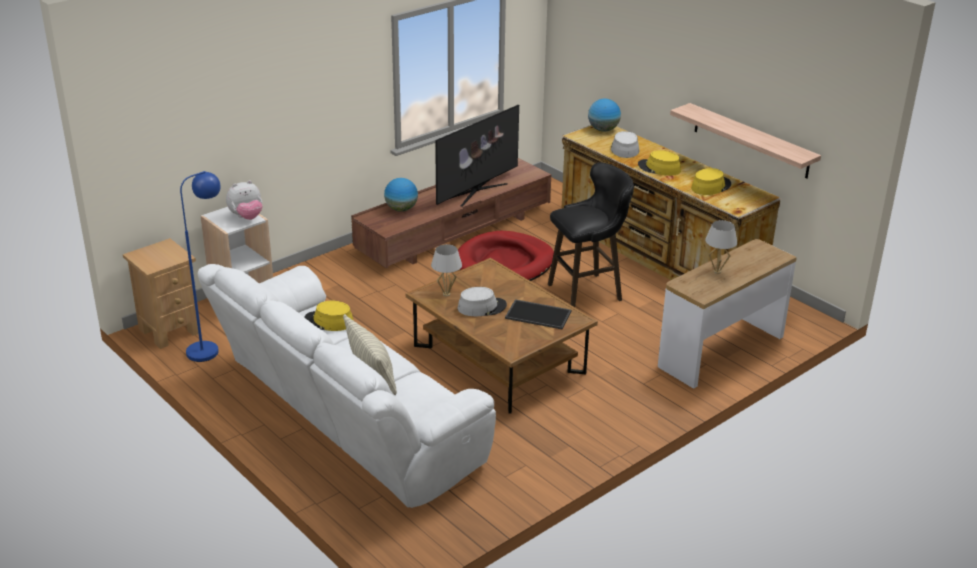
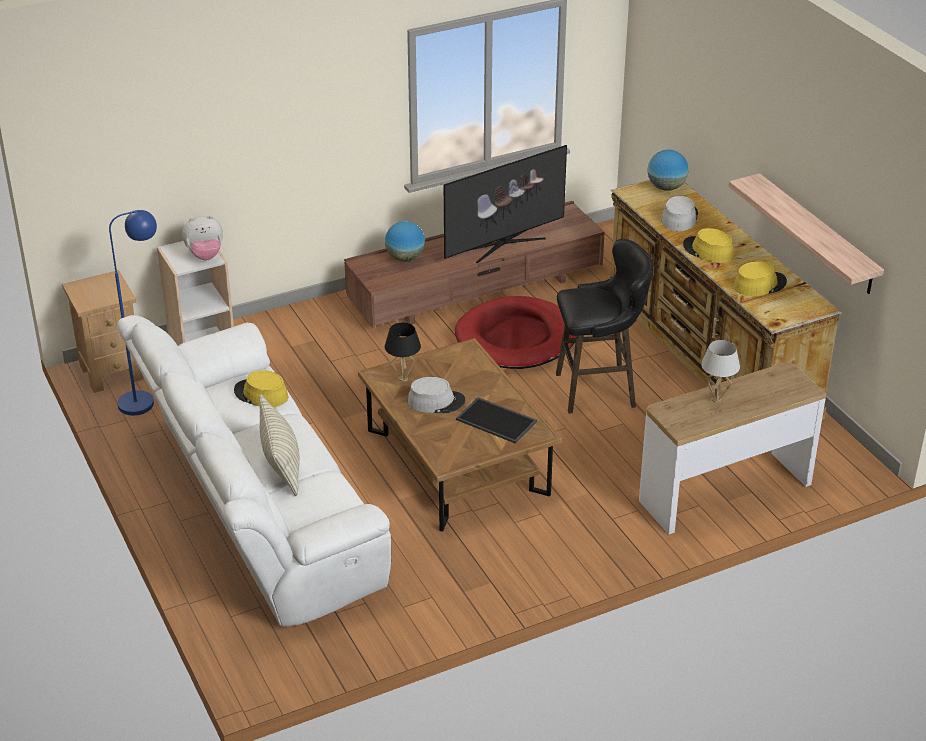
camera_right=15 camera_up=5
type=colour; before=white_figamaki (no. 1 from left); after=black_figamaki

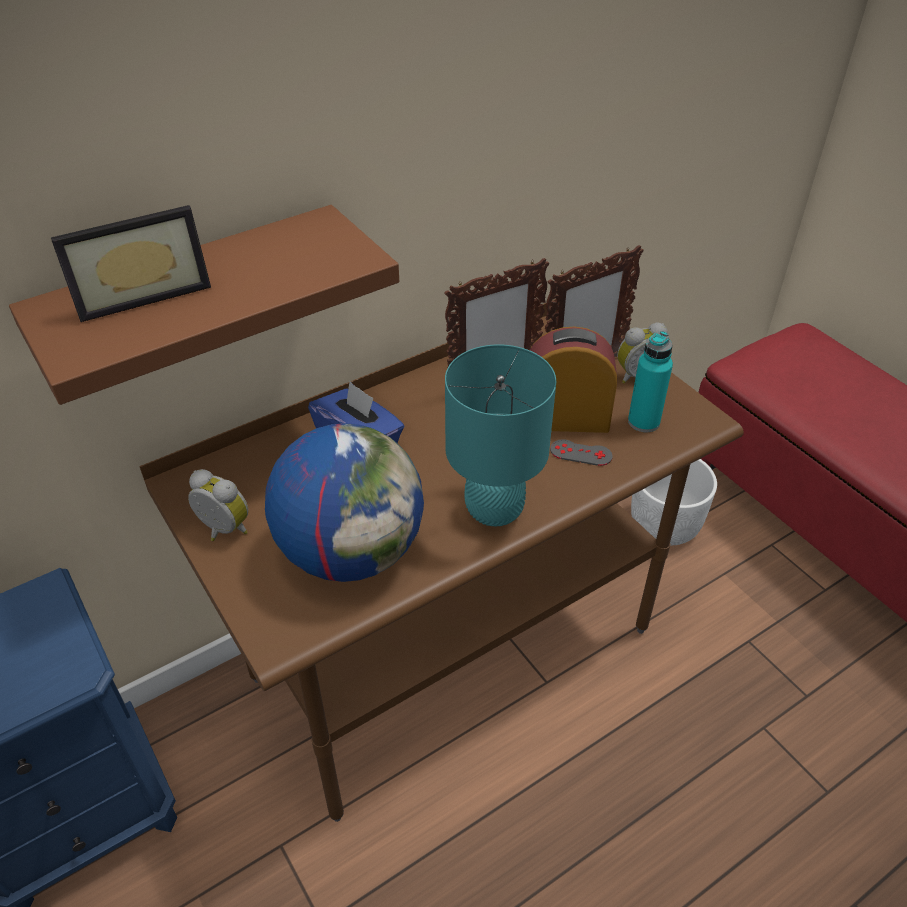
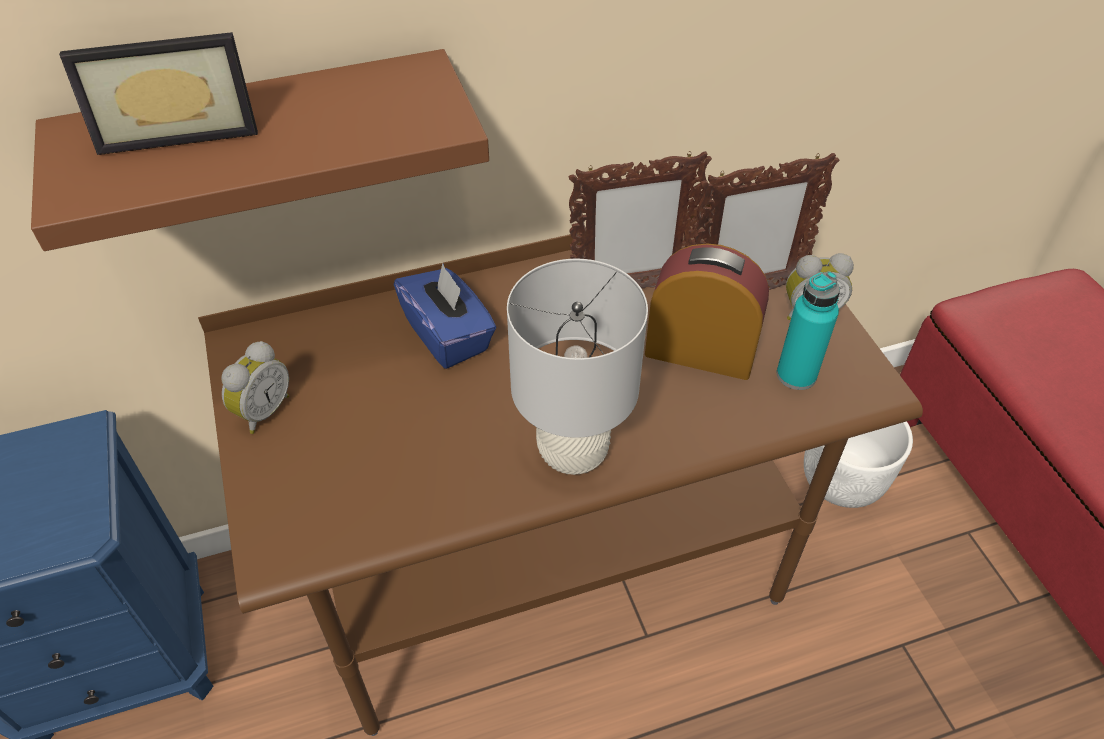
camera_right=15 camera_up=5
type=missing; before=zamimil
type=missing; before=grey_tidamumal
type=colour; before=turquoise_figamaki; after=grey_figamaki
type=spun; before=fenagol (no. 1 from left); turn=75

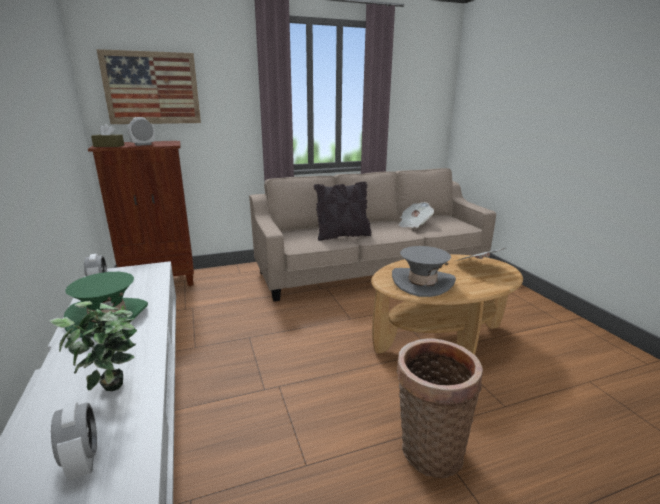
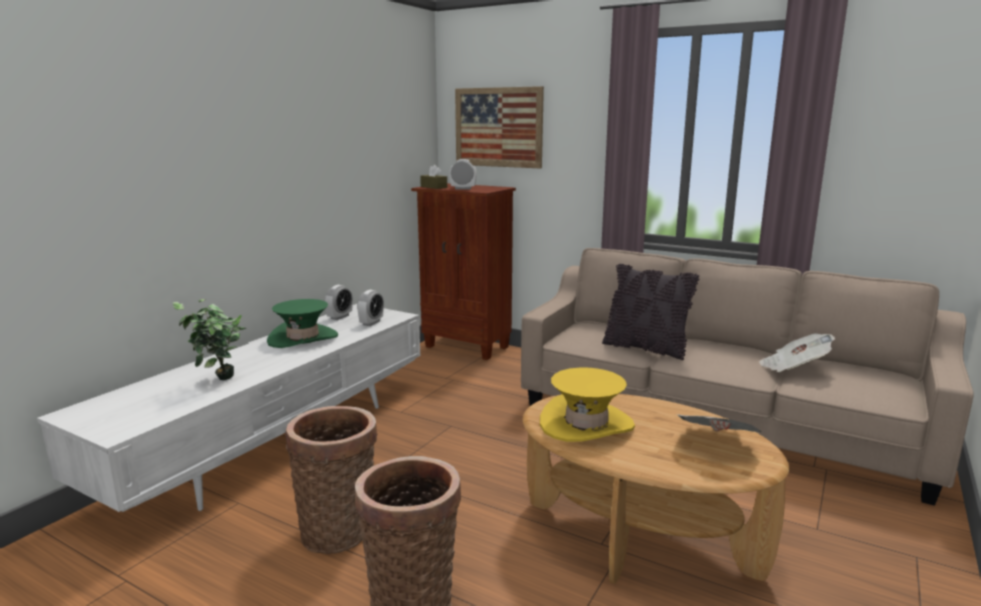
camera_right=50 camera_up=-5
type=appeared; after=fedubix (no. 1 from left)
type=relocated; before=fenagol (no. 1 from left in the first image); after=fenagol (no. 2 from left)
type=colour; before=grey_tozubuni; after=yellow_tozubuni

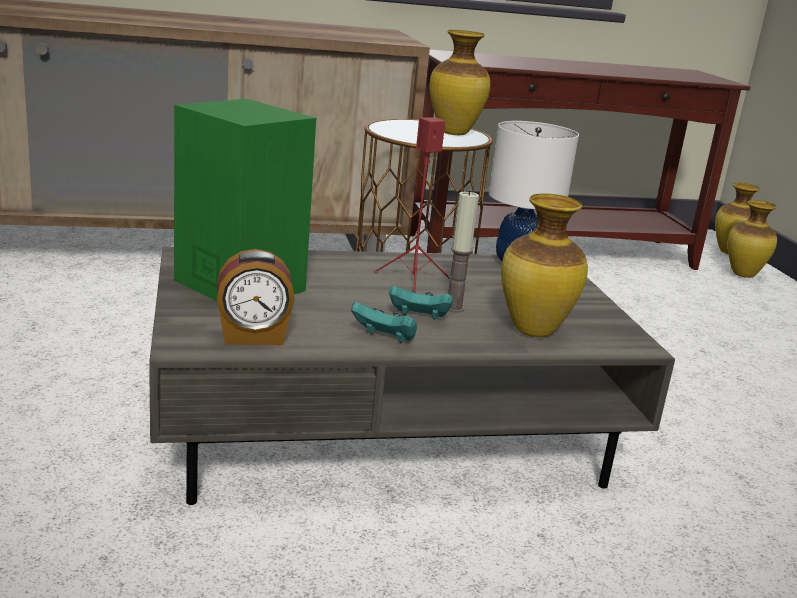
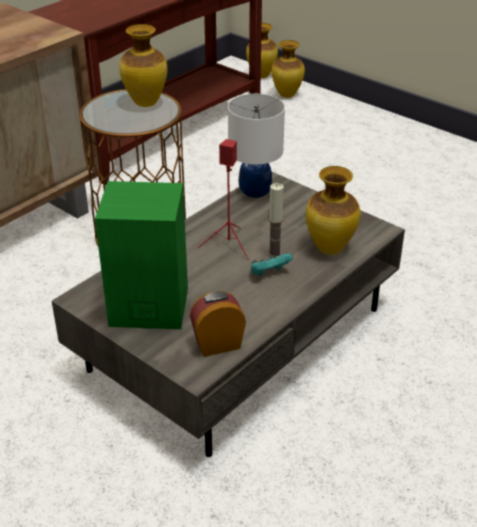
camera_right=-35 camera_up=15
type=missing; before=turquoise_tidamumal (no. 1 from left)
type=spun; before=fenagol; turn=-150

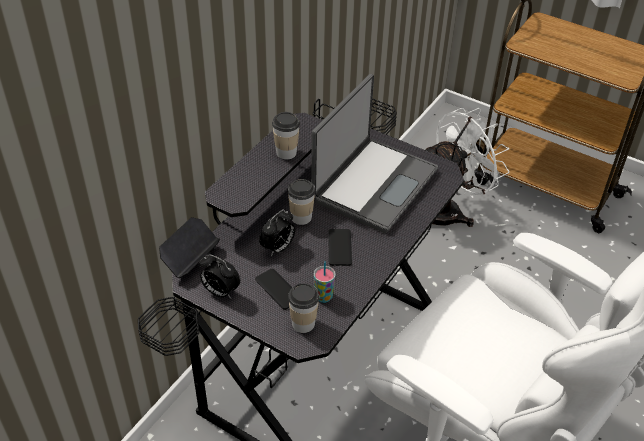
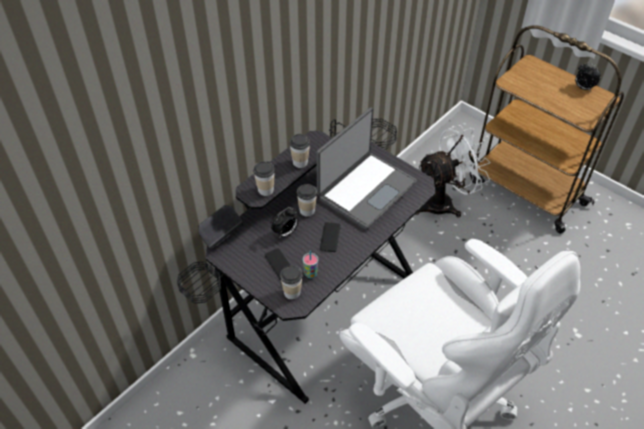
camera_right=10 camera_up=5
type=appeared; after=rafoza (no. 1 from left)
type=relocated; before=fenagol (no. 1 from left in the first image); after=fenagol (no. 2 from left)

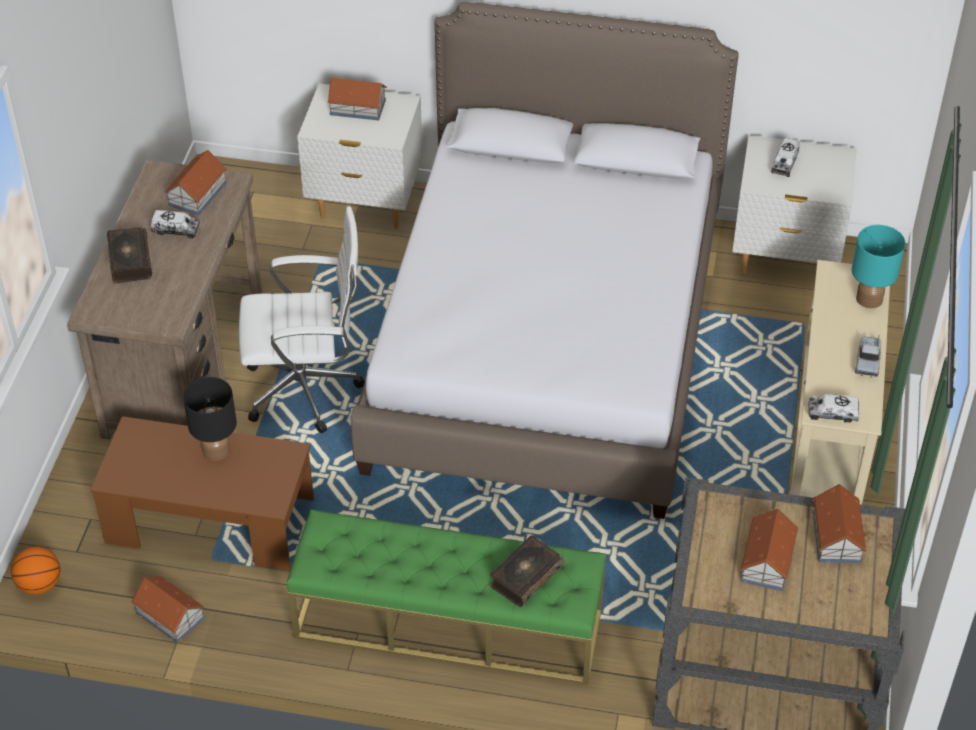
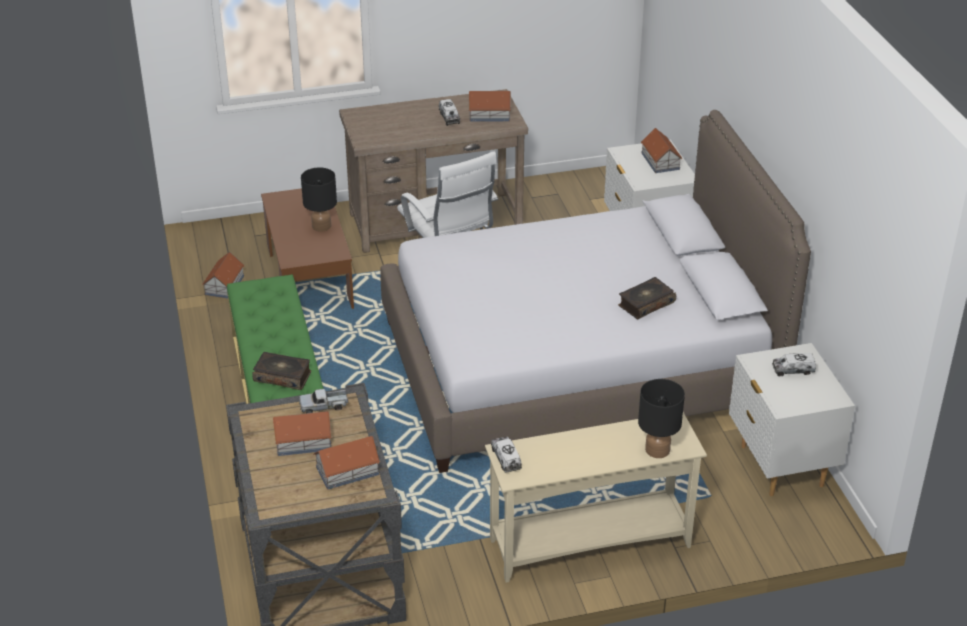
camera_right=65 camera_up=-10
type=missing; before=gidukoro
type=relocated; before=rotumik (no. 1 from left in the first image); after=rotumik (no. 2 from left)
type=relocated; before=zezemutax (no. 4 from left in the first image); after=zezemutax (no. 1 from left)
type=colour; before=turquoise_figamaki; after=black_figamaki (no. 2 from left)

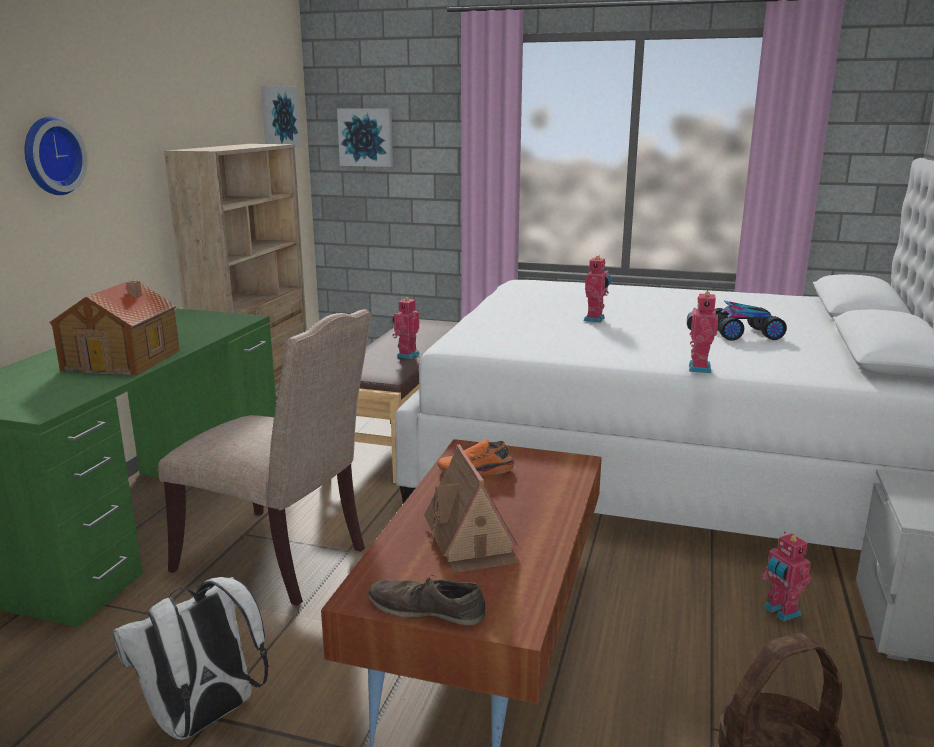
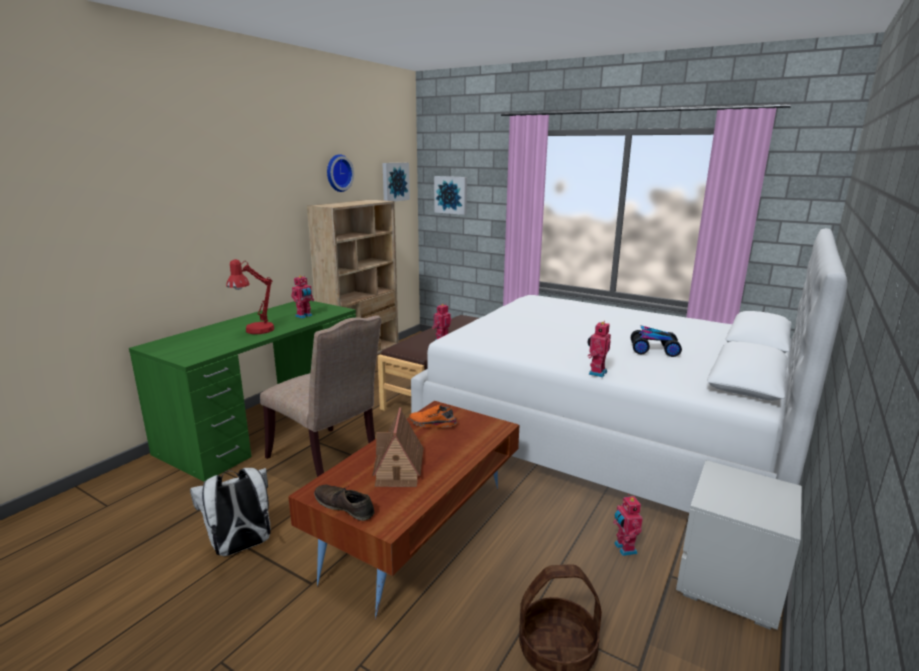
camera_right=15 camera_up=0
type=relocated; before=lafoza
type=relocated; before=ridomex (no. 2 from left in the first image); after=ridomex (no. 1 from left)
type=exchanged; before=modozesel (no. 1 from left); after=red_figamaki

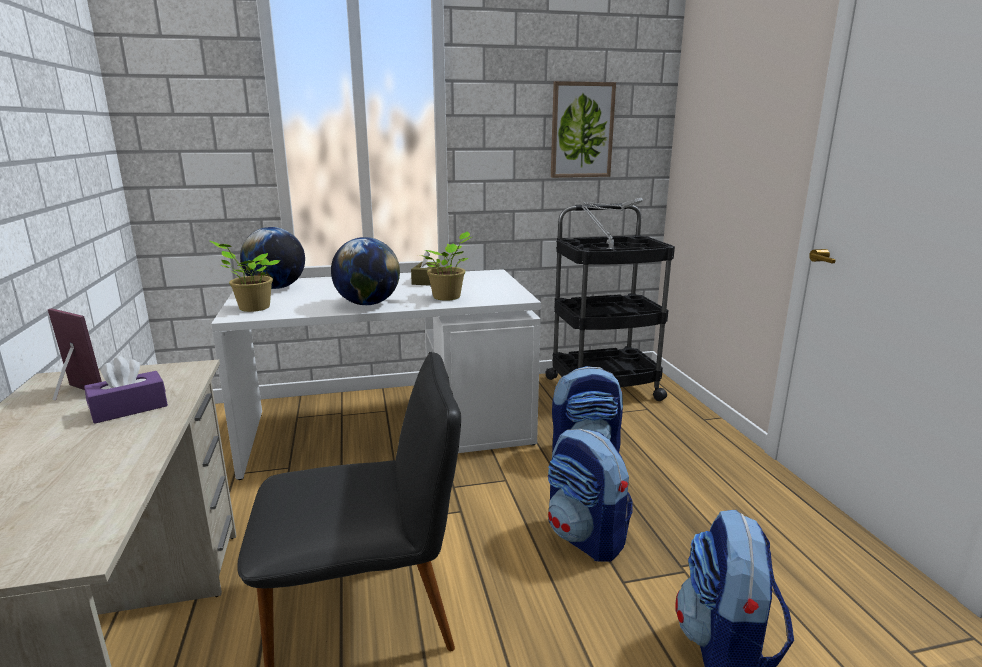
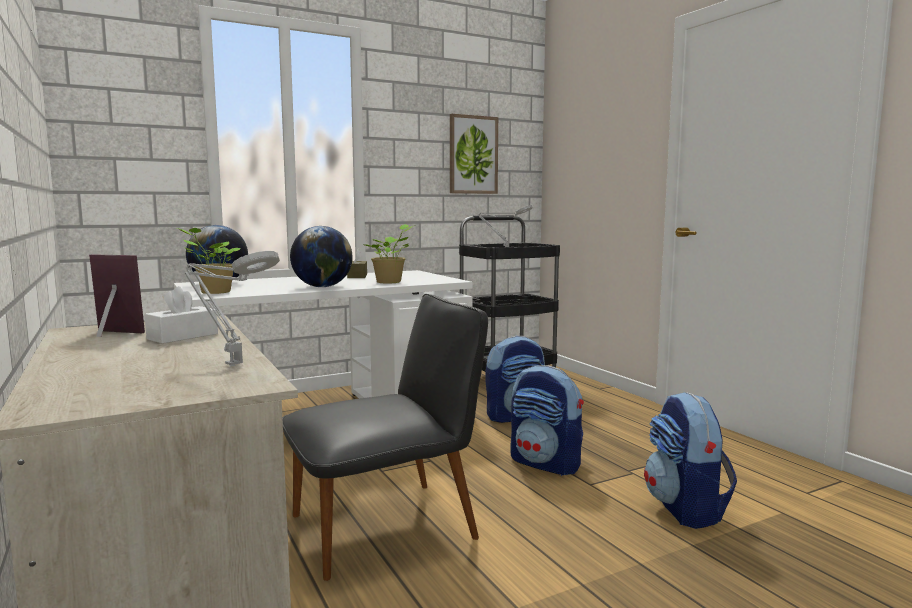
camera_right=-15 camera_up=-10
type=appeared; after=grey_figamaki (no. 1 from left)
type=colour; before=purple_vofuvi; after=white_vofuvi

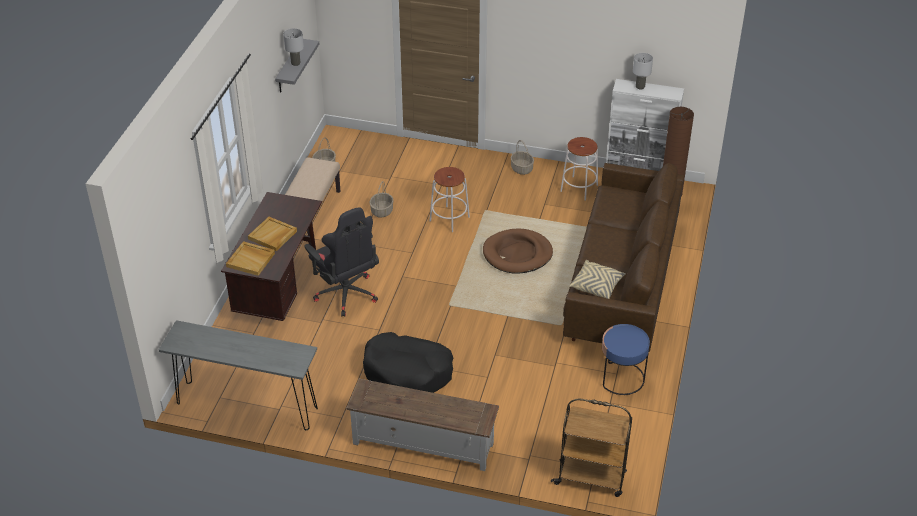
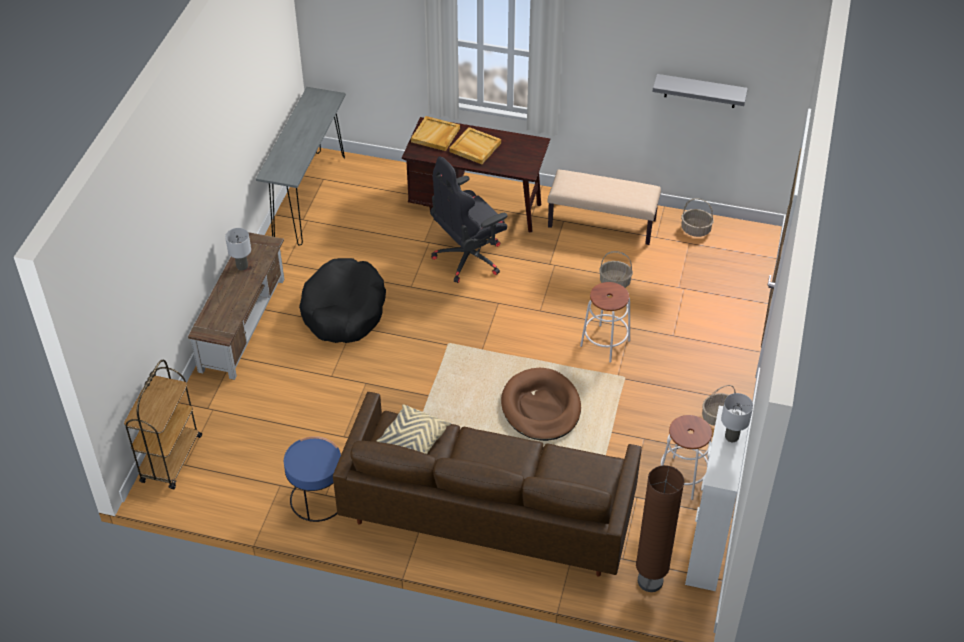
camera_right=90 camera_up=5
type=relocated; before=white_figamaki (no. 1 from left)

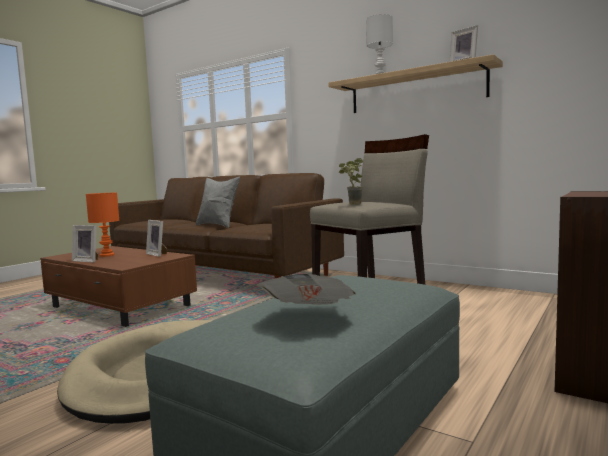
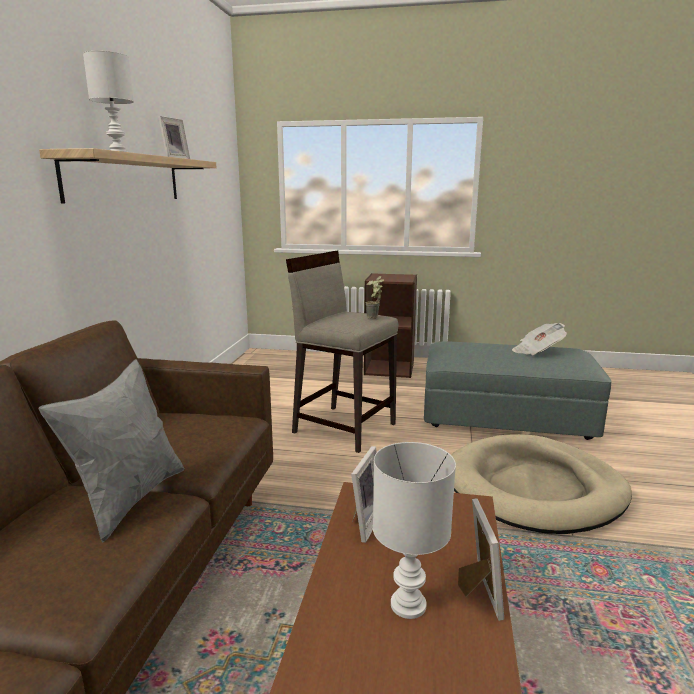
camera_right=-115 camera_up=10
type=colour; before=orange_figamaki; after=white_figamaki (no. 2 from left)

